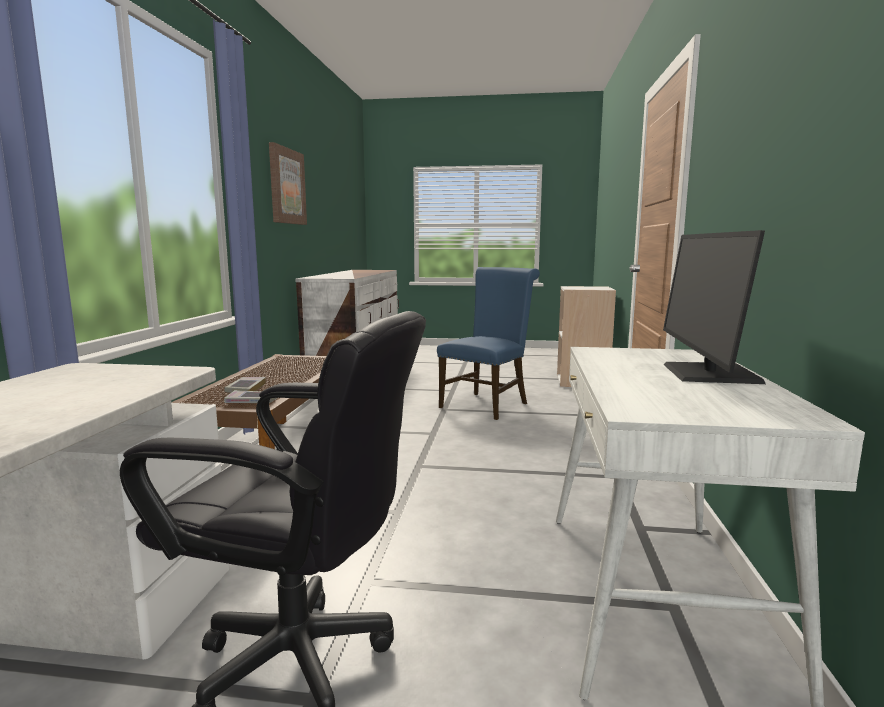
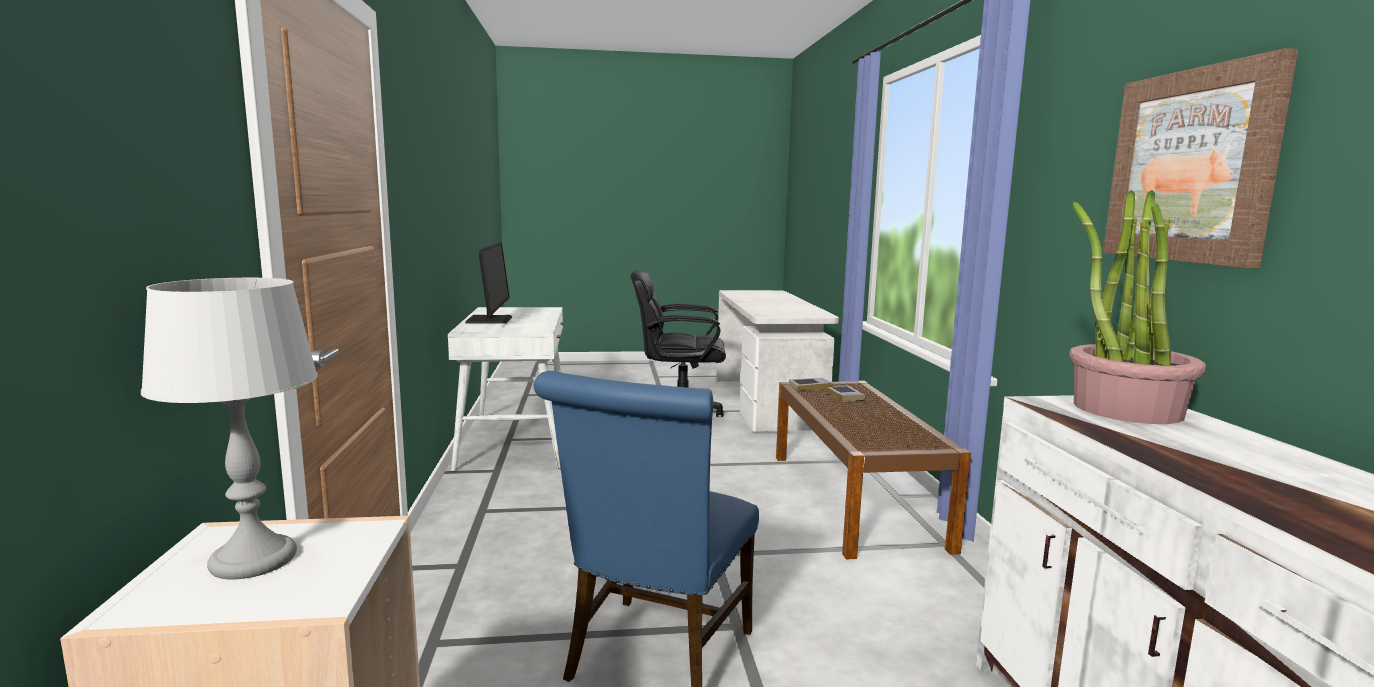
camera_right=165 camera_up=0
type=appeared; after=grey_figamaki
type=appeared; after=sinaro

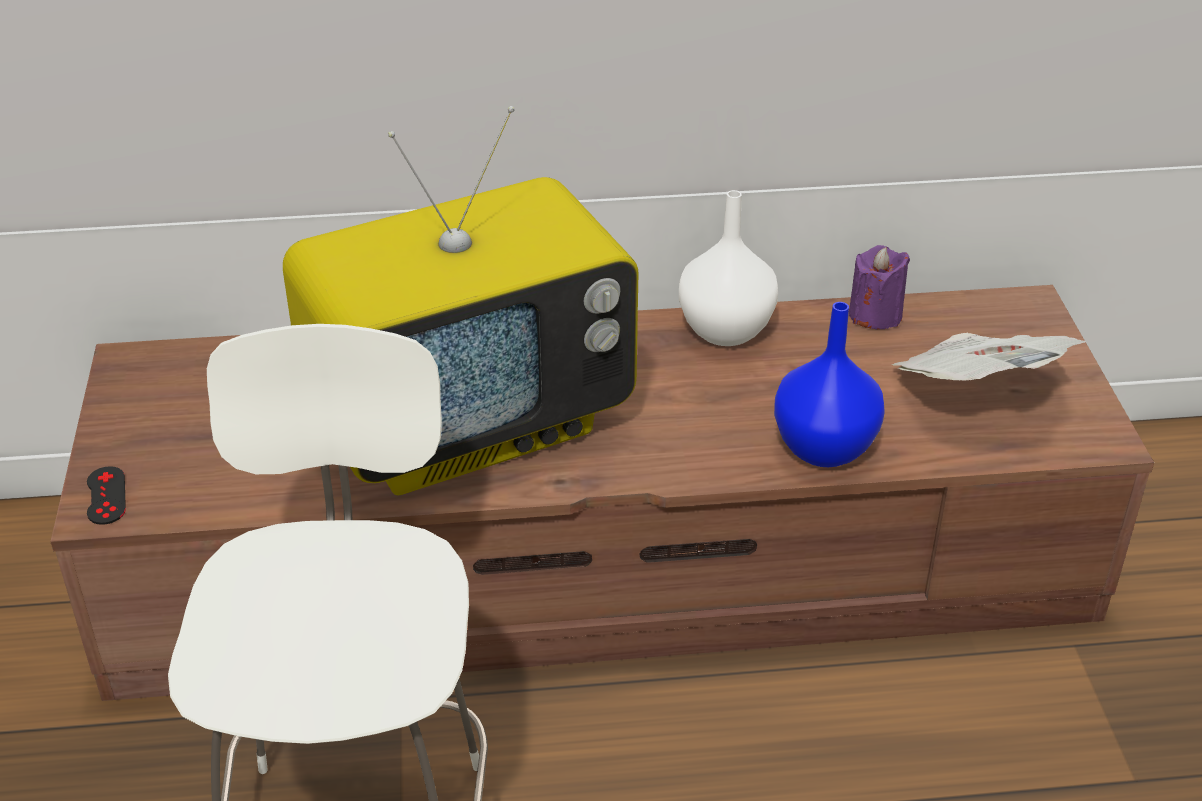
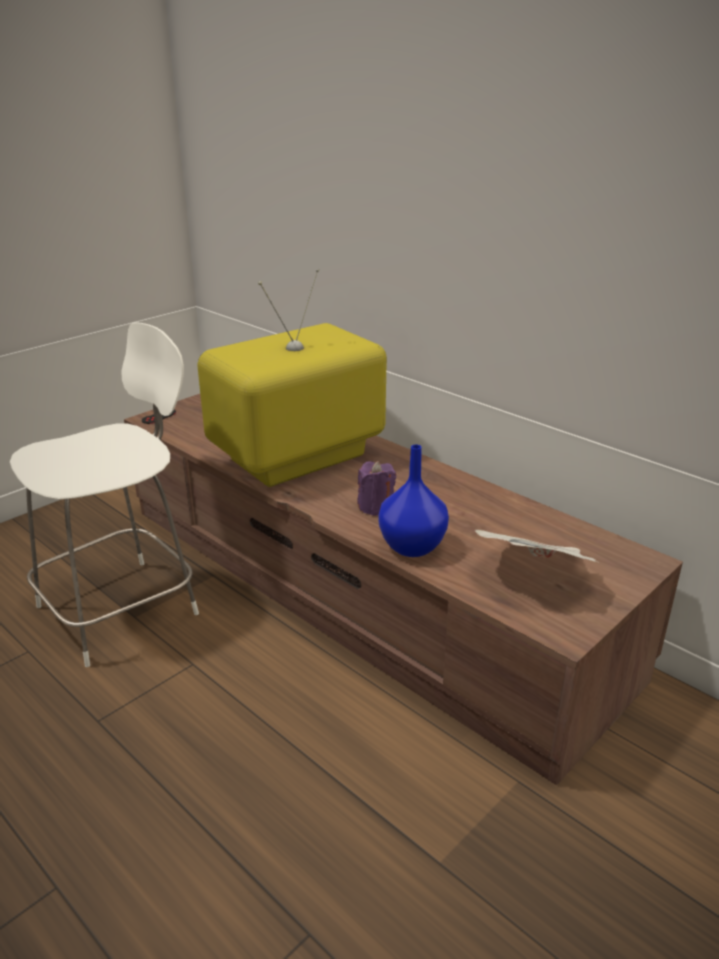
camera_right=50 camera_up=-10
type=missing; before=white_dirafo
type=relocated; before=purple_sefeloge
type=spun; before=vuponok; turn=120

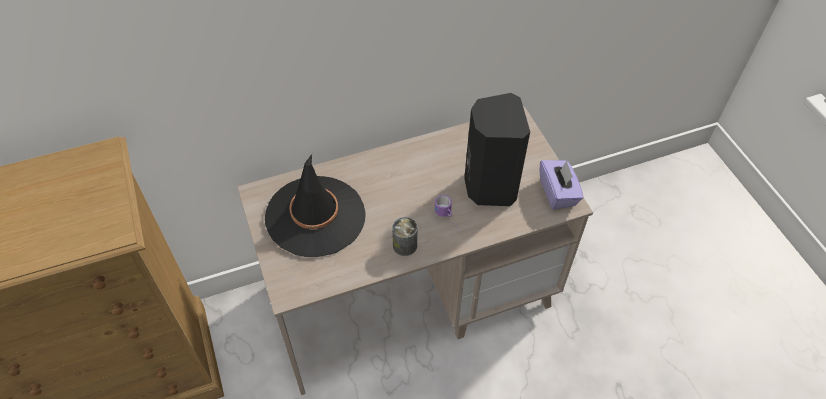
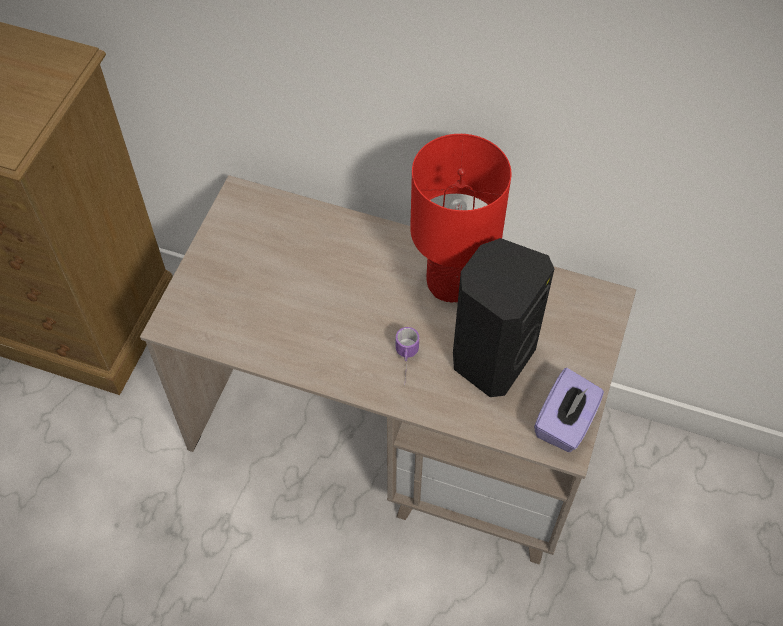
camera_right=40 camera_up=5
type=missing; before=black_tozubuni
type=missing; before=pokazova
type=appeared; after=red_figamaki

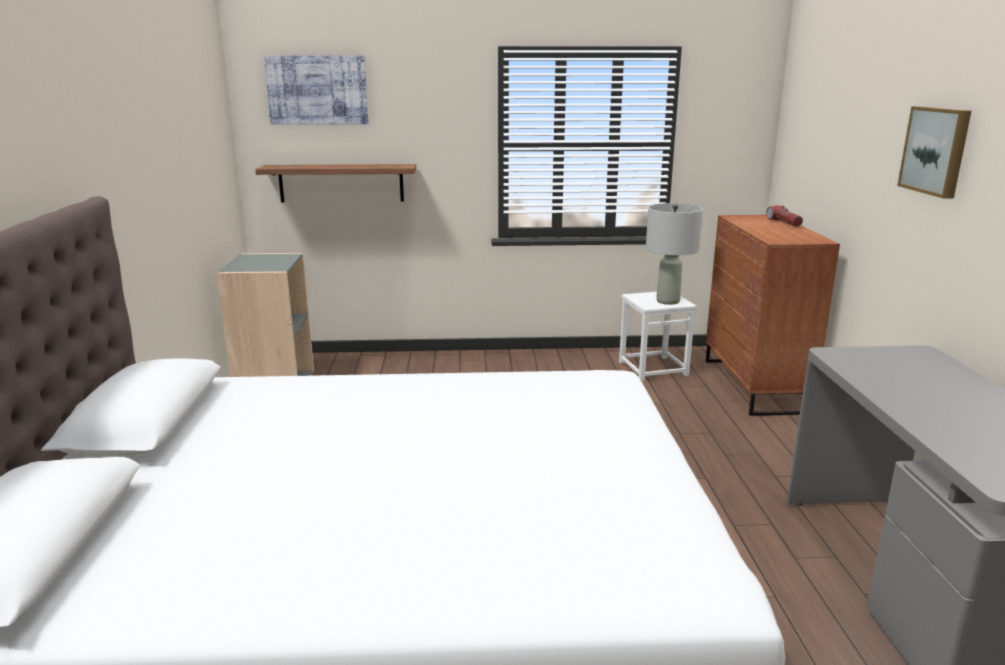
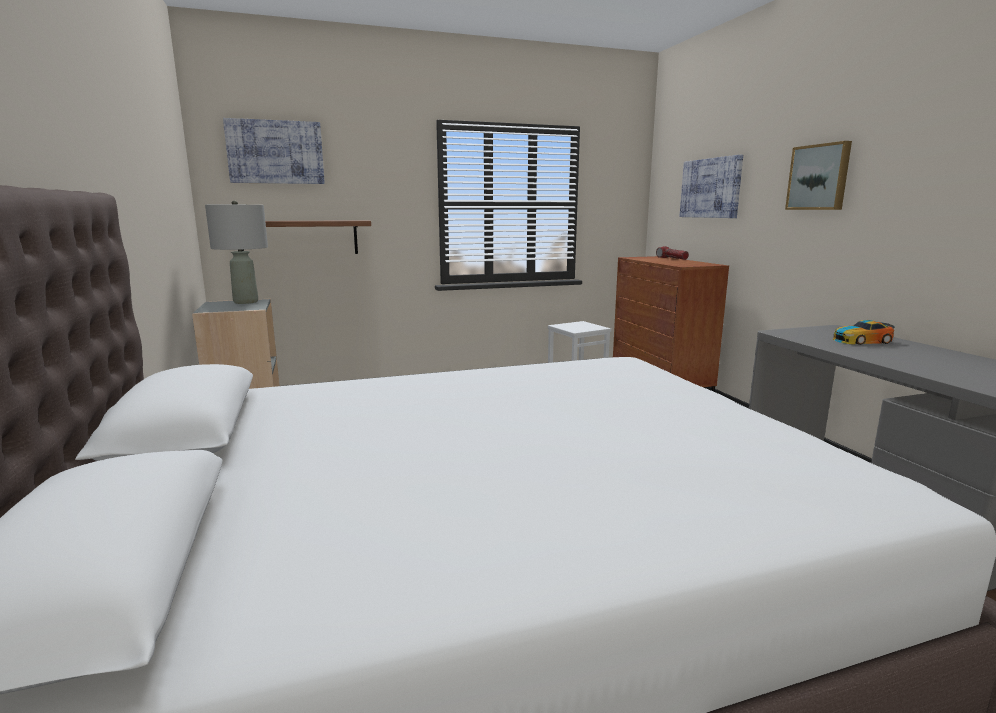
camera_right=-15 camera_up=-5
type=appeared; after=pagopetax (no. 2 from left)
type=appeared; after=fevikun
type=relocated; before=grey_figamaki

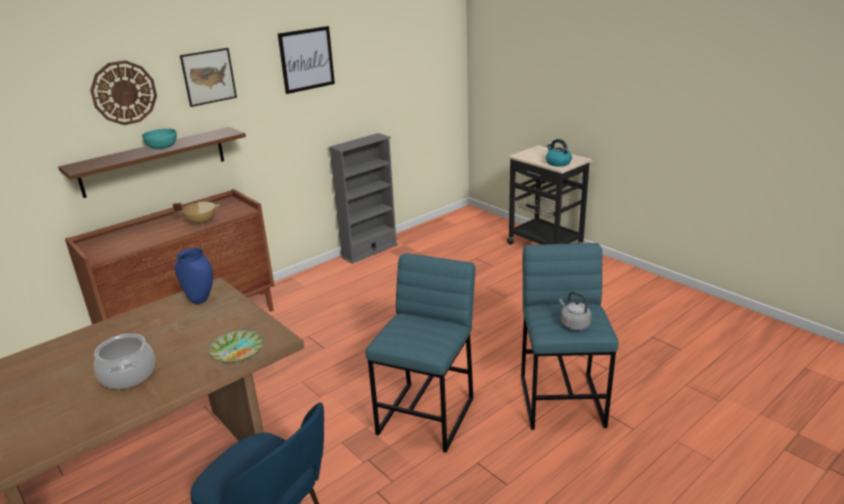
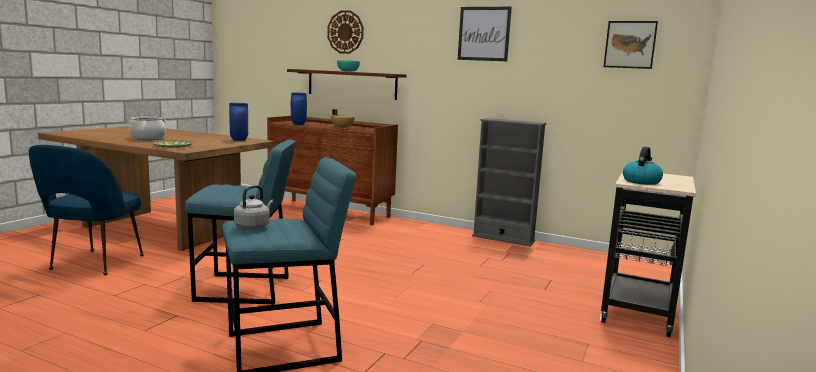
camera_right=65 camera_up=-15
type=appeared; after=blue_dirafo (no. 2 from left)
type=relocated; before=pagopetax (no. 1 from left in the first image); after=pagopetax (no. 2 from left)

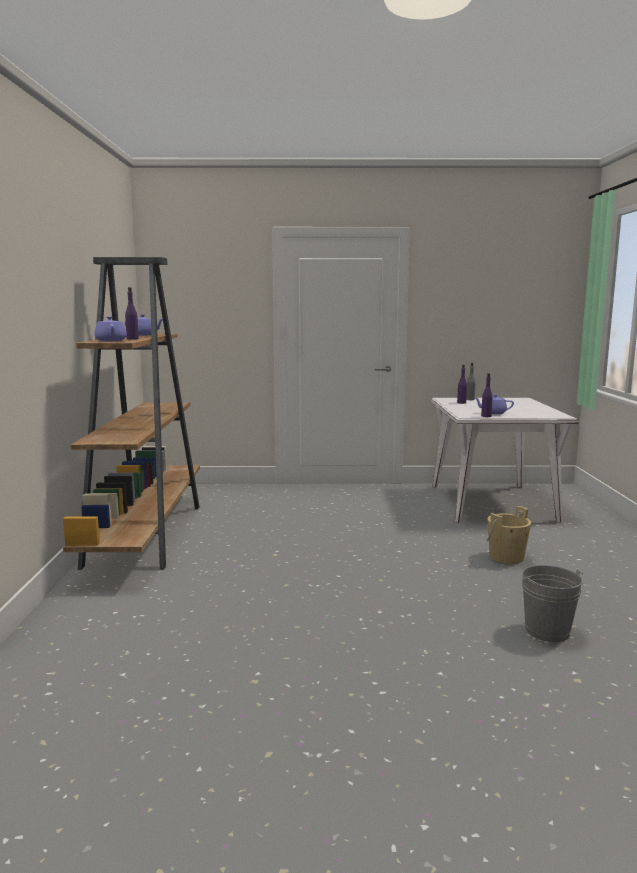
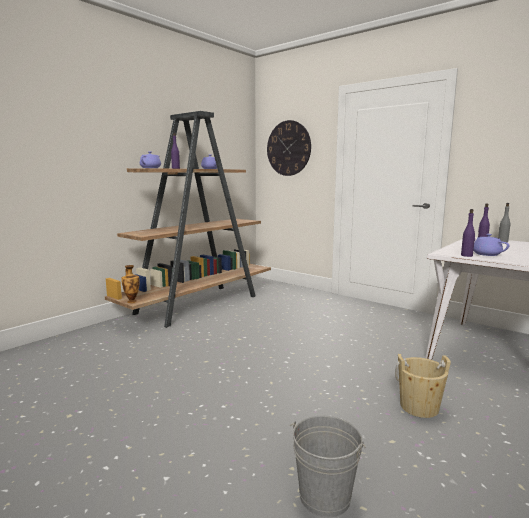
camera_right=40 camera_up=0
type=appeared; after=dirafo
type=appeared; after=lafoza

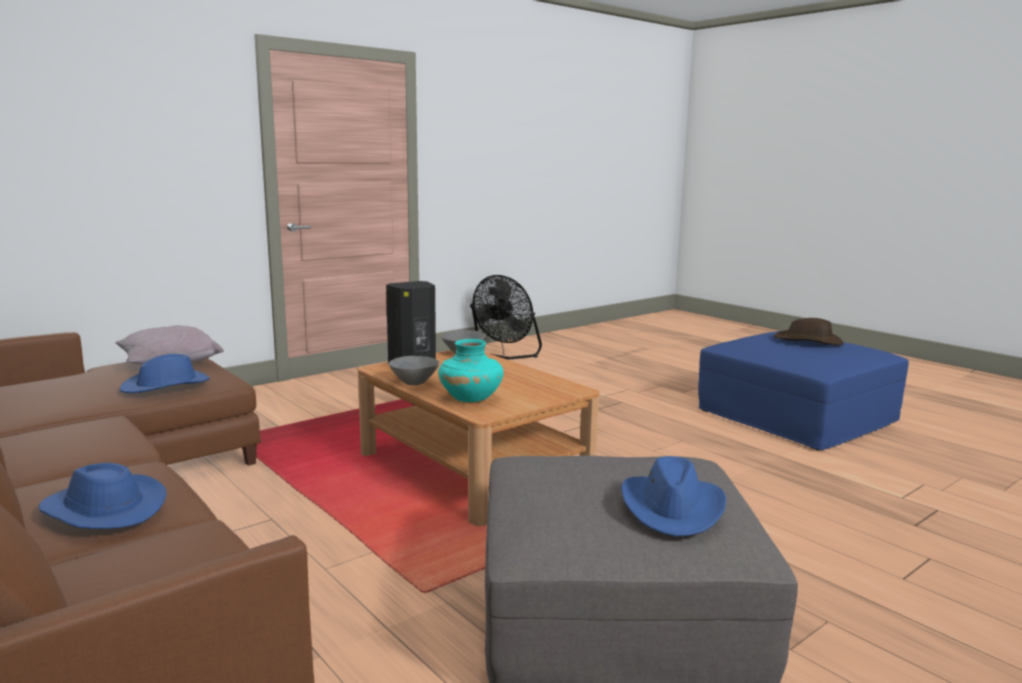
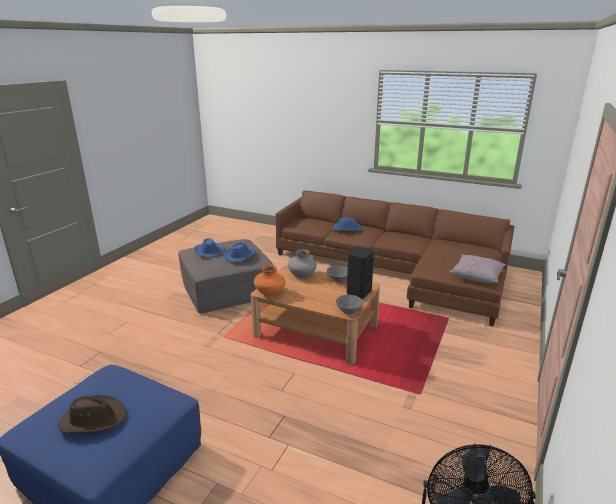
camera_right=155 camera_up=10
type=appeared; after=orange_dirafo
type=relocated; before=blue_tozubuni (no. 2 from left)
type=colour; before=turquoise_dirafo; after=grey_dirafo

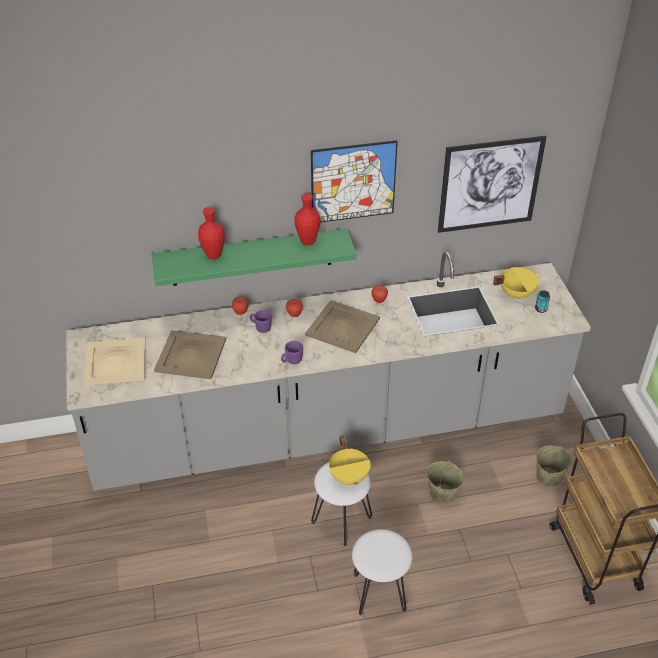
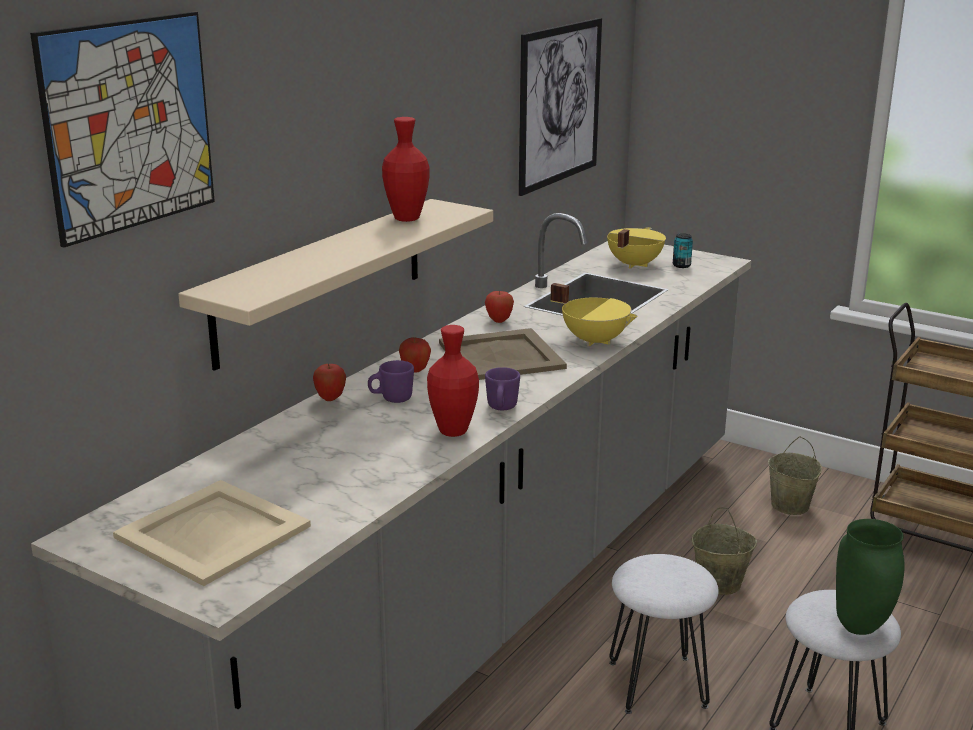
camera_right=-45 camera_up=-20
type=missing; before=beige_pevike (no. 2 from left)
type=appeared; after=green_dirafo
type=relocated; before=red_dirafo (no. 1 from left in the first image); after=red_dirafo (no. 2 from left)
type=relocated; before=pagopetax (no. 1 from left)
type=relocated; before=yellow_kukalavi (no. 1 from left)
type=colour; before=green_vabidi; after=beige_vabidi

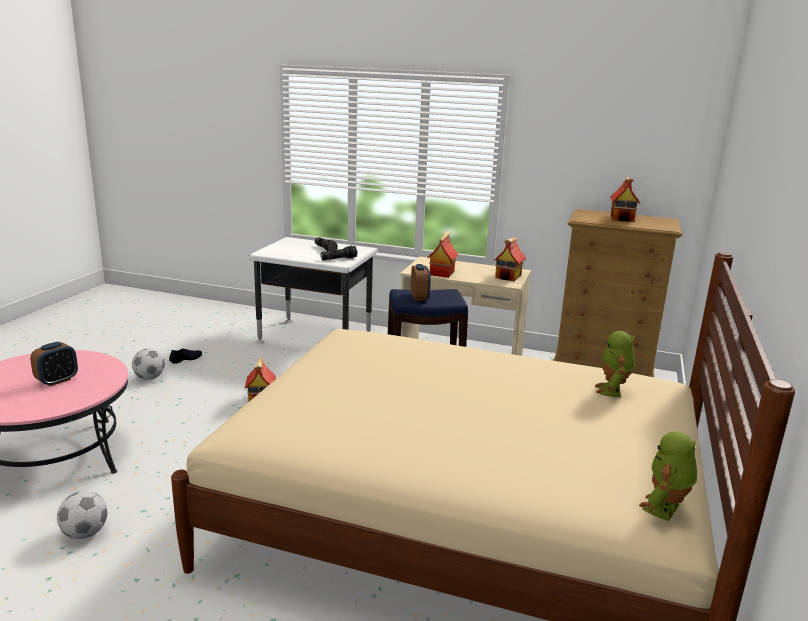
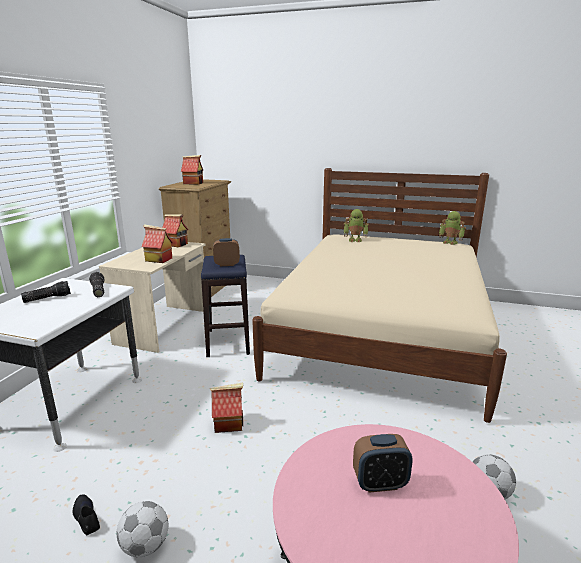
camera_right=-90 camera_up=0
type=spun; before=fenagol (no. 1 from left in the first image); turn=135

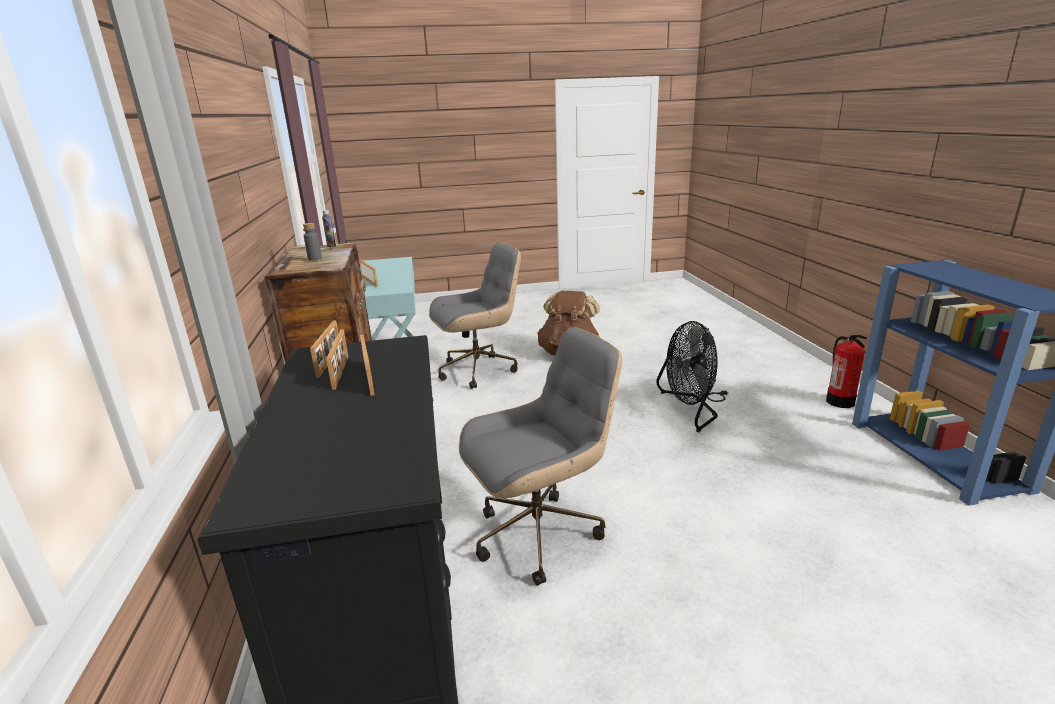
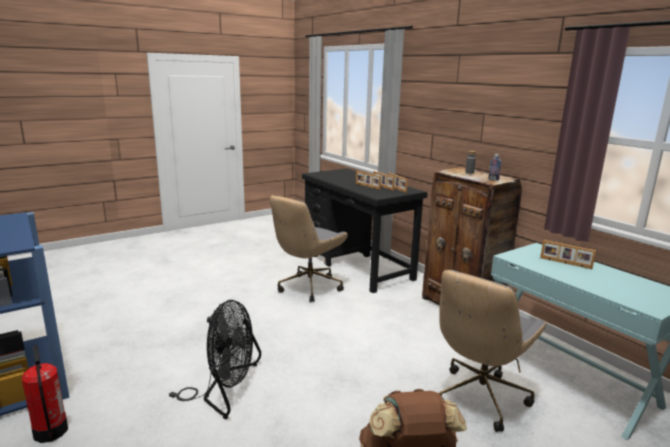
camera_right=155 camera_up=-5
type=spun; before=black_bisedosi; turn=45

